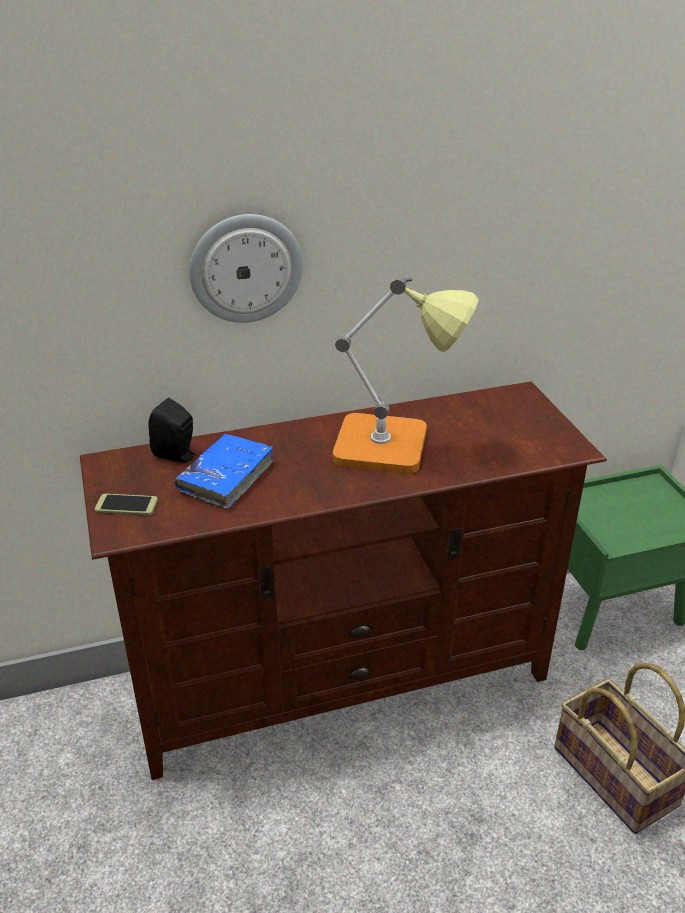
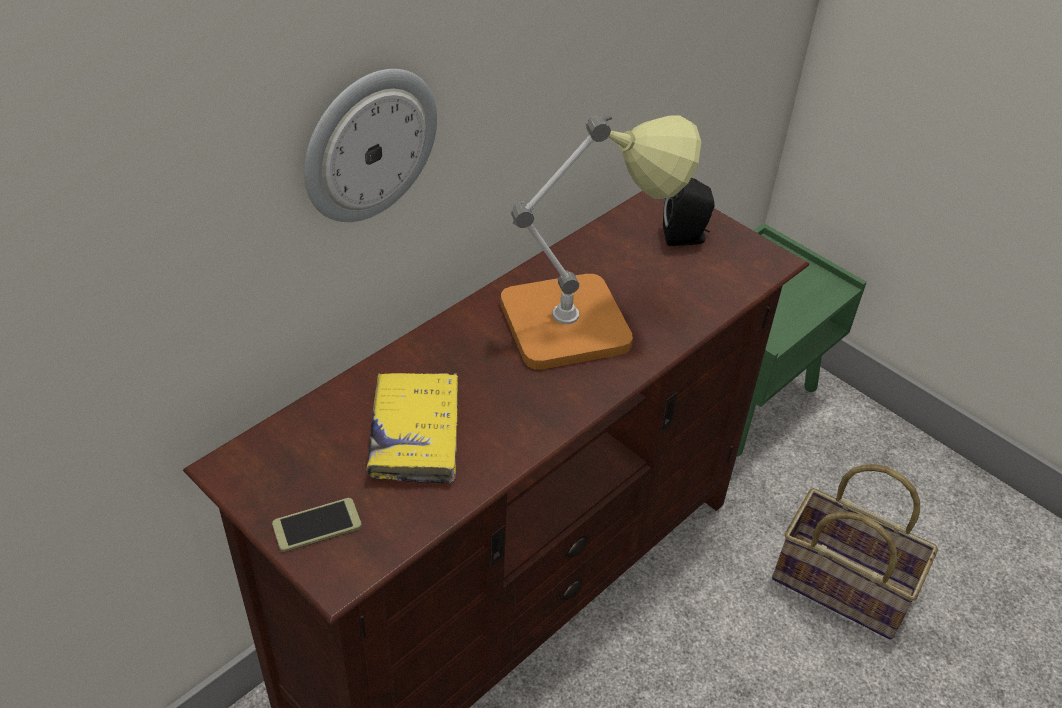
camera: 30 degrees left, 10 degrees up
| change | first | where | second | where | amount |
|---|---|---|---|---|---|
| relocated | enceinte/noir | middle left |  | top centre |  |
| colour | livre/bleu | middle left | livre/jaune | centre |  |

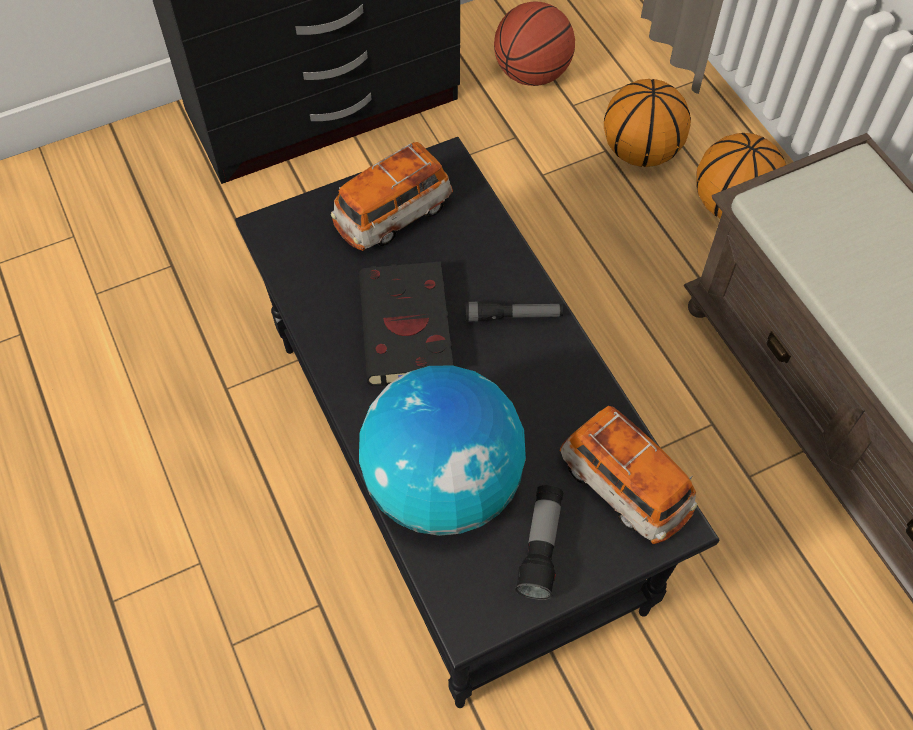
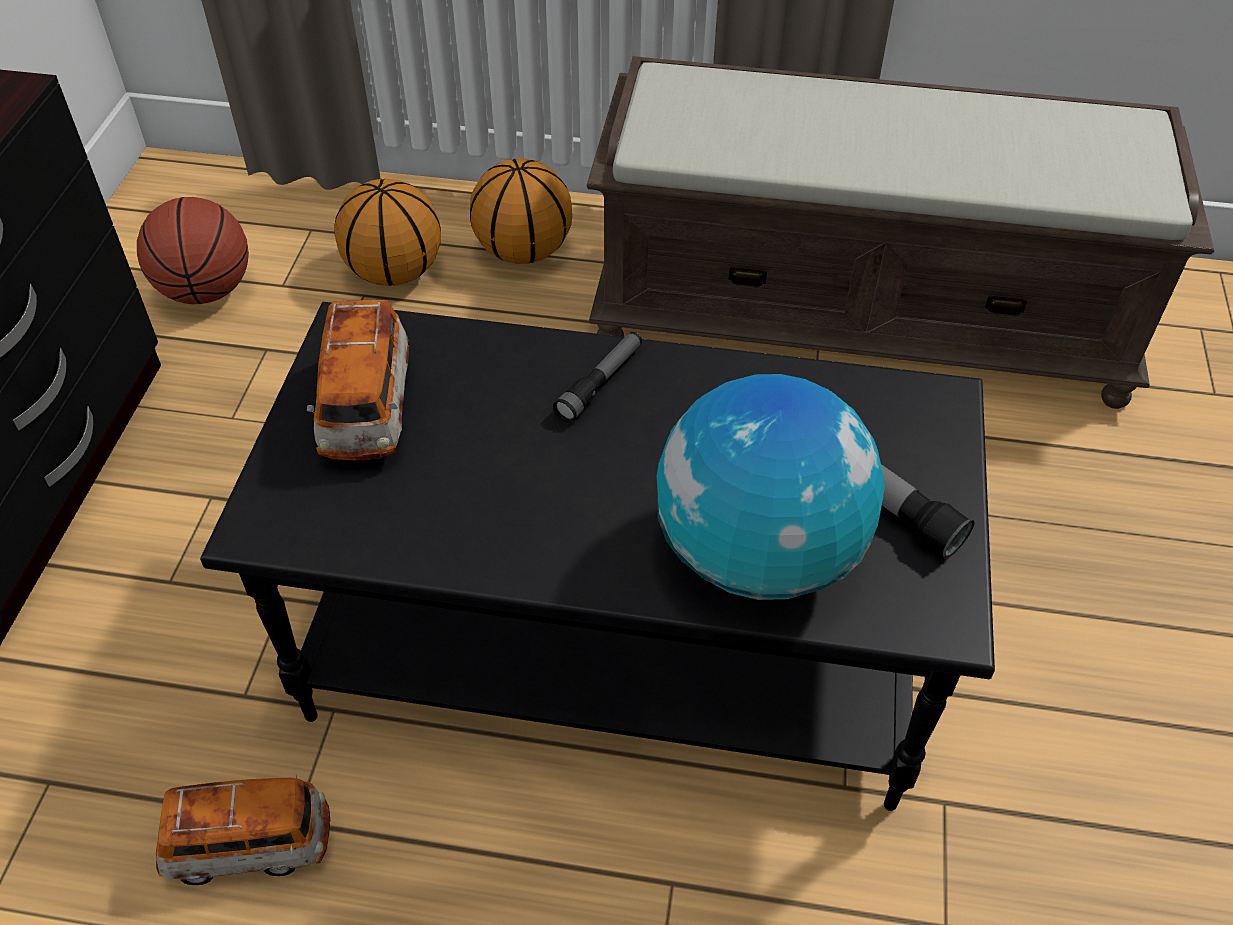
camera: 55 degrees left, 10 degrees down
| change | first | where | second | where | amount |
|---|---|---|---|---|---|
| missing | livre/noir | centre |  |  |  |
| relocated | petite voiture (no. 2 from left in the first image) | middle right | petite voiture (no. 1 from left) | bottom left |  |

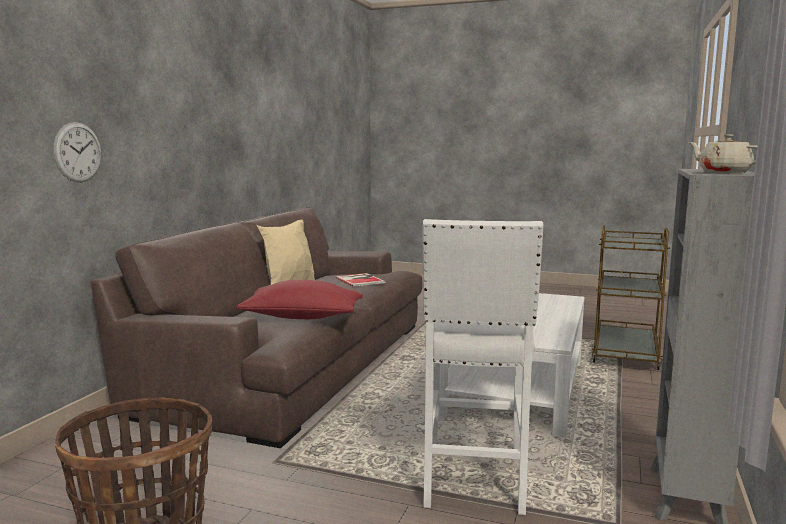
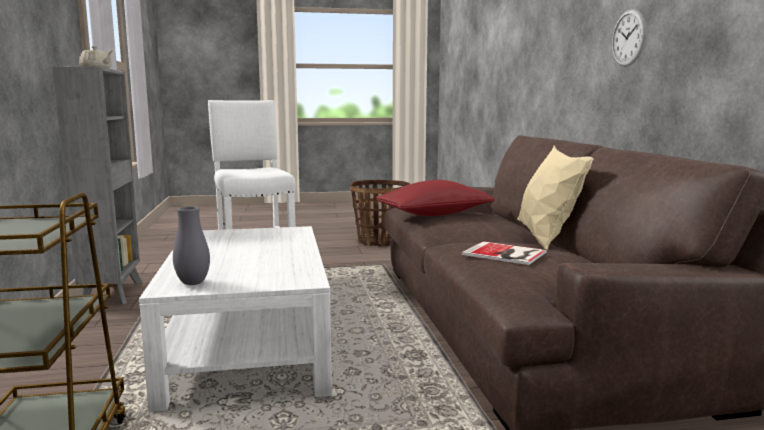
camera: 150 degrees right, 0 degrees up
| change | first | where | second | where | amount |
|---|---|---|---|---|---|
| relocated | horloge murale | top left |  | top right |  |
| appeared |  |  | vase/gris | middle left |  |

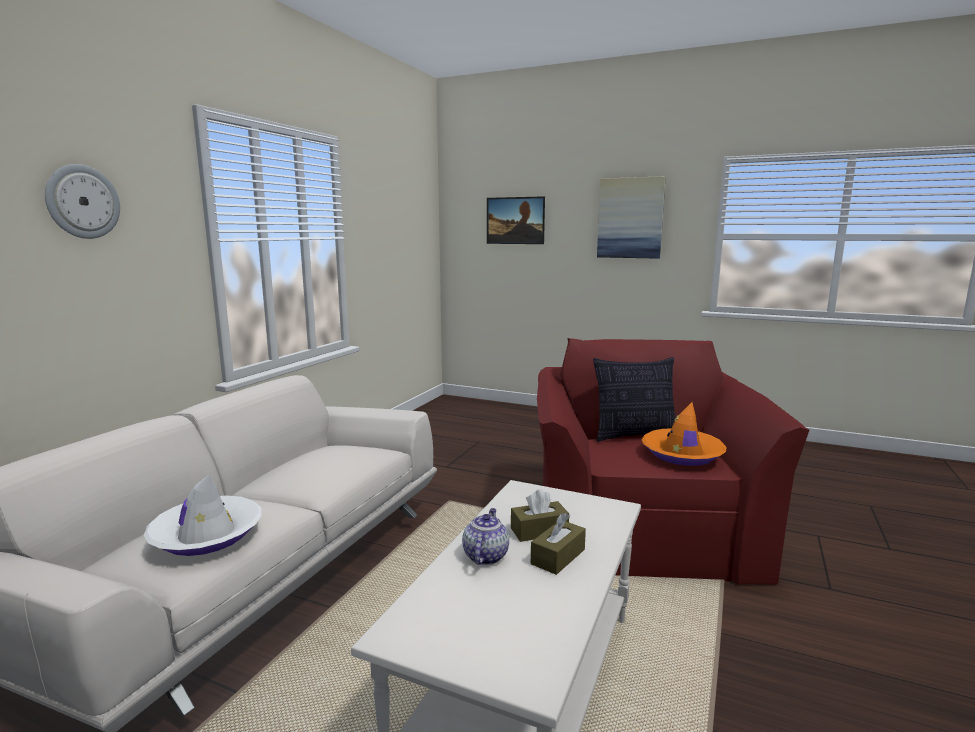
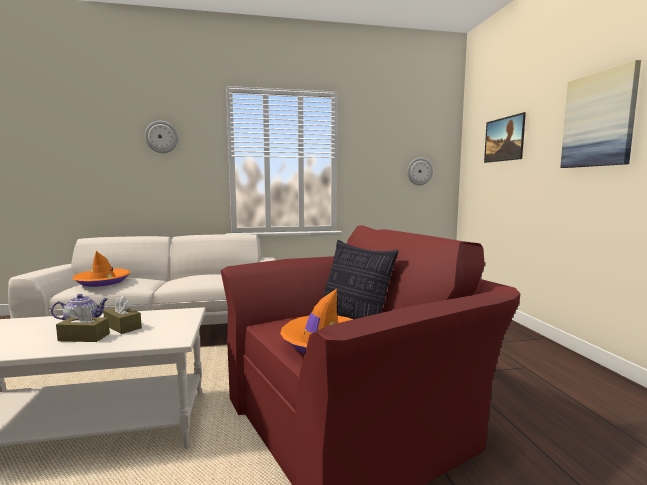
camera: 55 degrees right, 5 degrees down
| change | first | where | second | where | amount |
|---|---|---|---|---|---|
| colour | chapeau/blanc | bottom left | chapeau/orange (no. 1 from left) | middle left |  |
| appeared |  |  | horloge murale (no. 2 from left) | centre |  |

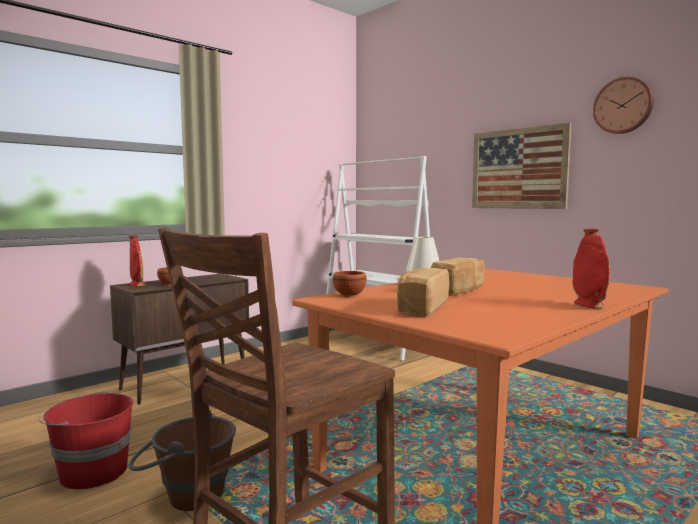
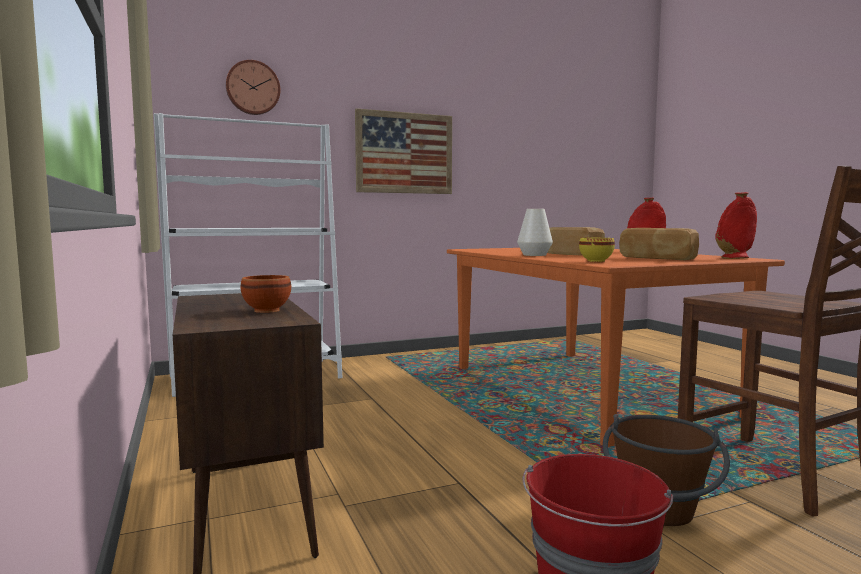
camera: 70 degrees left, 0 degrees up
| change | first | where | second | where | amount |
|---|---|---|---|---|---|
| relocated | horloge murale | top right |  | top left |  |
| relocated | vase/rouge (no. 1 from left in the first image) | middle left | vase/rouge (no. 2 from left) | middle right |  |
| colour | bol/marron (no. 2 from left) | centre | bol/jaune | middle right |  |

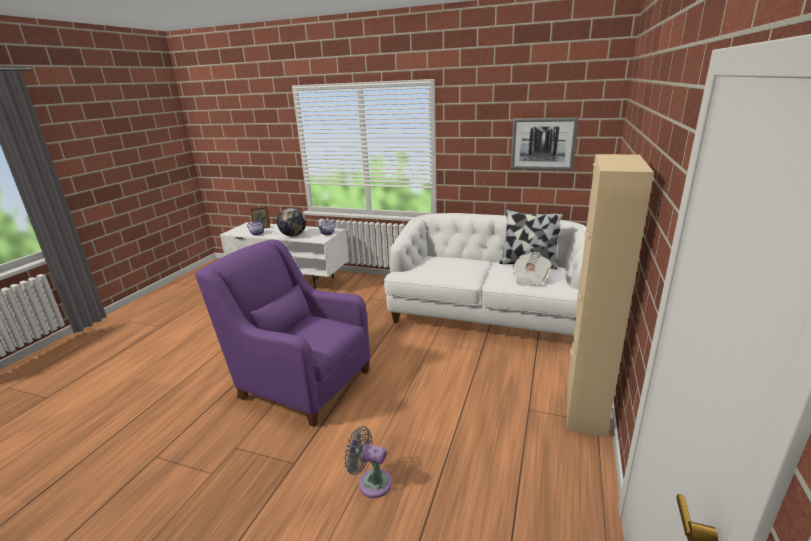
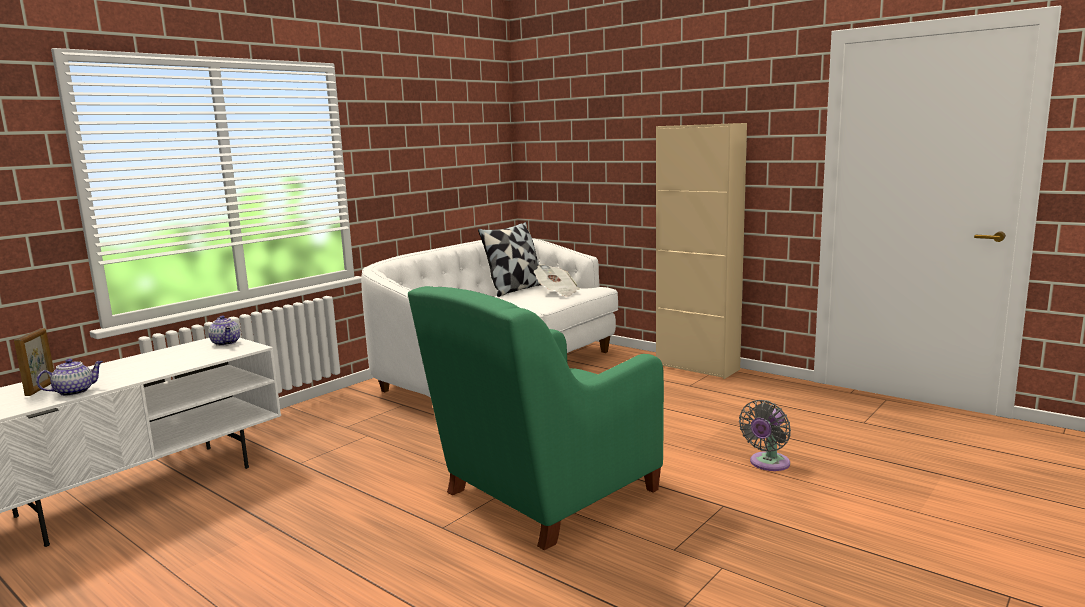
camera: 70 degrees left, 10 degrees down
| change | first | where | second | where | amount |
|---|---|---|---|---|---|
| missing | tableau | top right |  |  |  |
| missing | globe | centre |  |  |  |
| colour | fauteuil/violet | centre | fauteuil/vert | bottom centre |  |

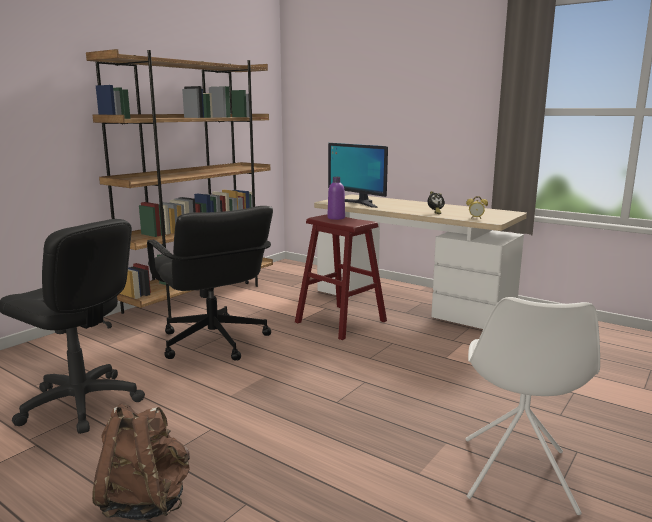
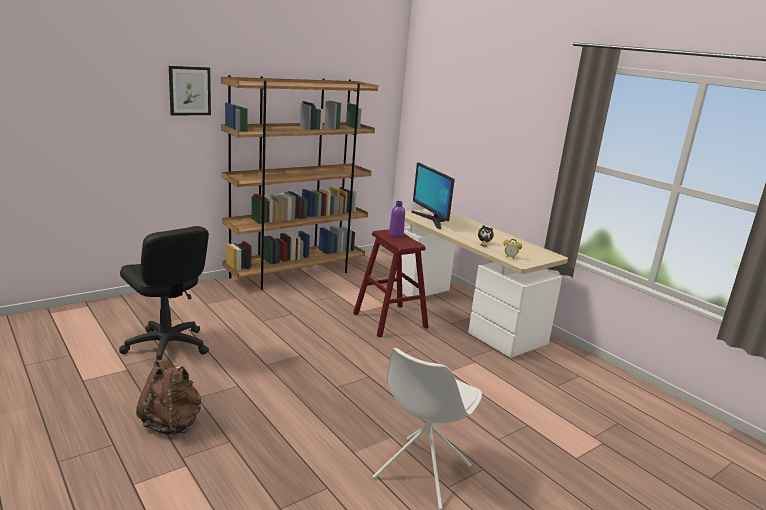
camera: 15 degrees right, 5 degrees up
| change | first | where | second | where | amount |
|---|---|---|---|---|---|
| missing | chaise de bureau/noir (no. 2 from left) | middle left |  |  |  |
| appeared |  |  | tableau | top left |  |

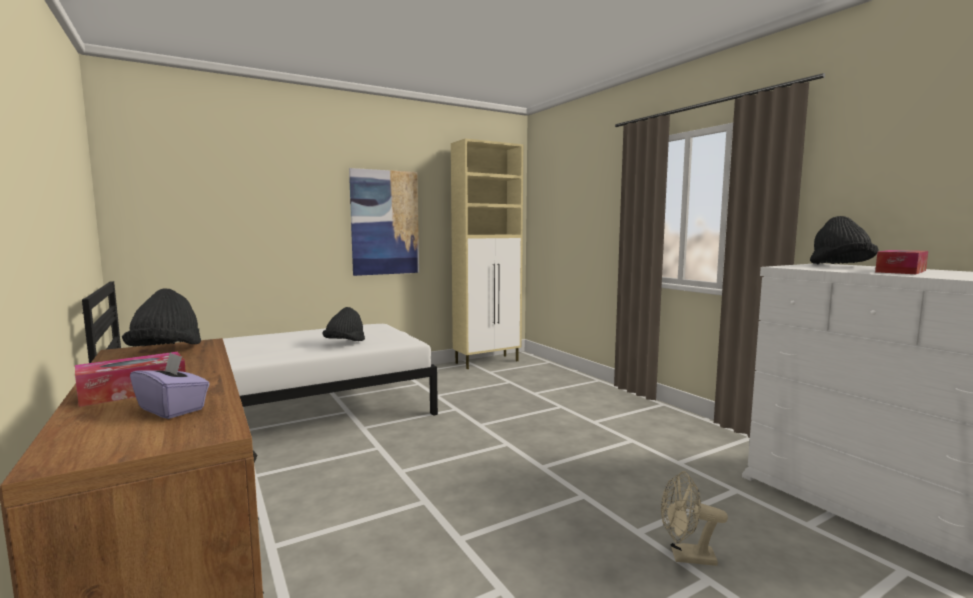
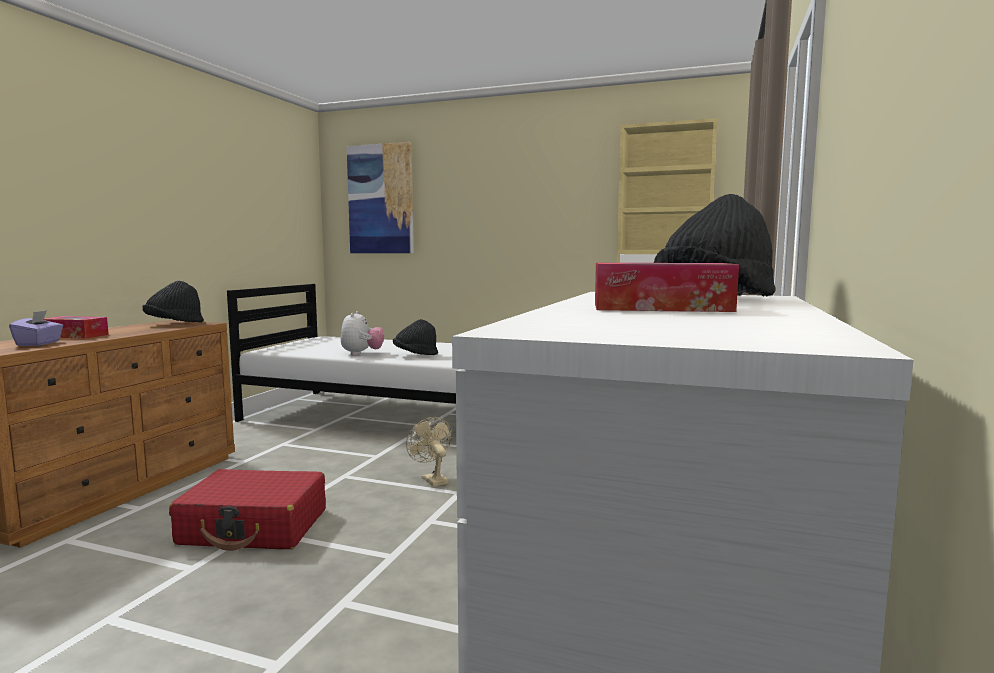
camera: 50 degrees right, 0 degrees up
| change | first | where | second | where | amount |
|---|---|---|---|---|---|
| relocated | tableau | centre |  | top centre |  |
| relocated | ventilateur/beige | bottom right |  | bottom centre |  |
| appeared |  |  | peluche | centre |  |
| appeared |  |  | valise/rouge | bottom left |  |

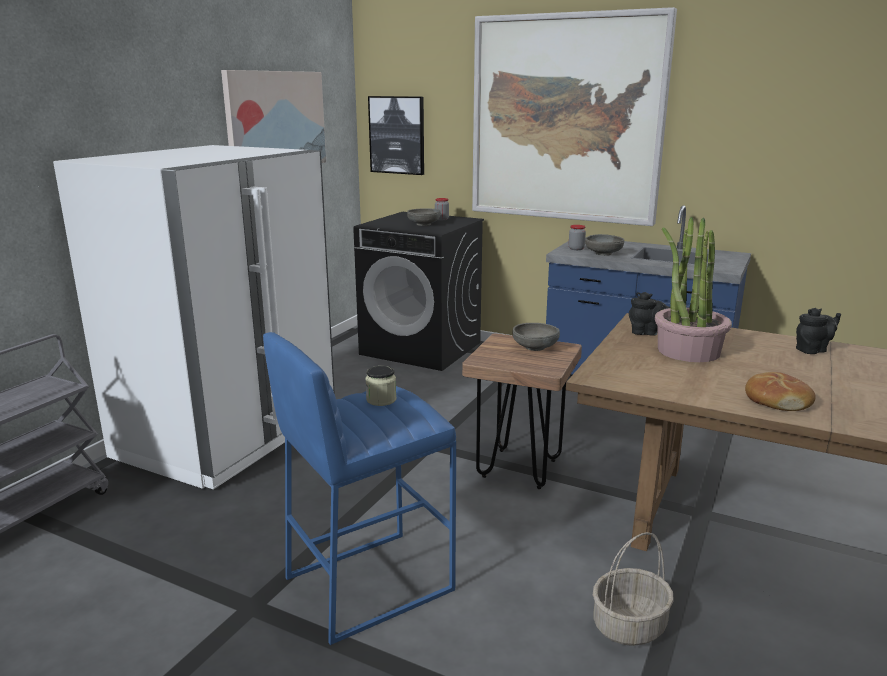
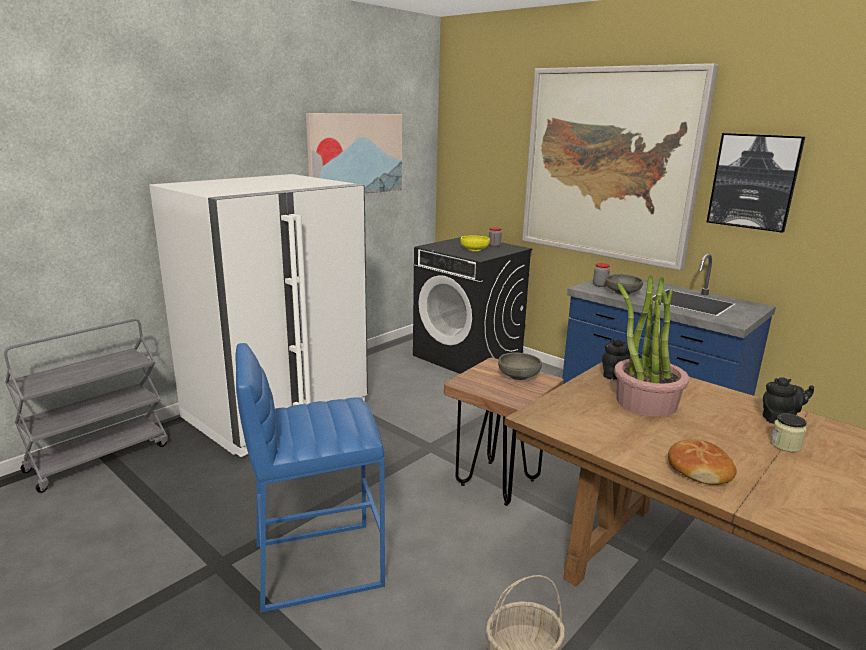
camera: 15 degrees right, 0 degrees up
| change | first | where | second | where | amount |
|---|---|---|---|---|---|
| relocated | tableau (no. 2 from left in the first image) | top centre | tableau (no. 3 from left) | top right |  |
| colour | bol/gris (no. 1 from left) | top centre | bol/jaune | centre |  |
| relocated | bocal (no. 1 from left in the first image) | centre | bocal (no. 3 from left) | middle right |  |

